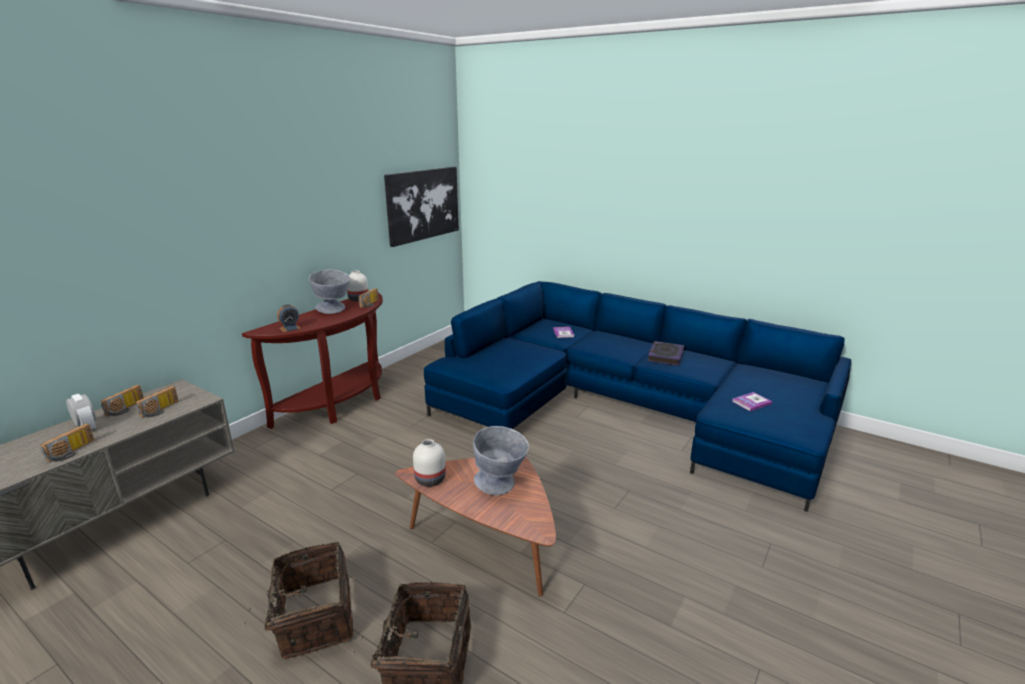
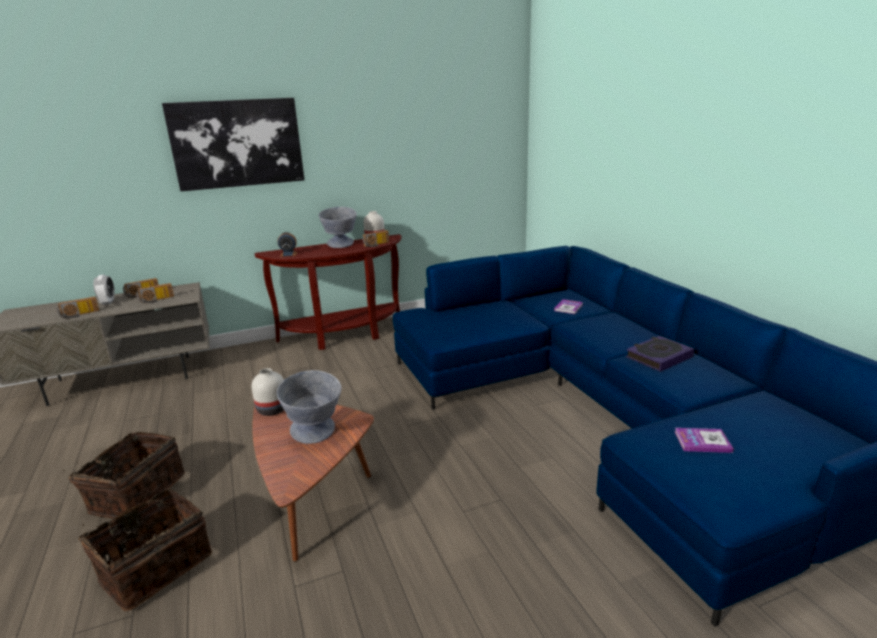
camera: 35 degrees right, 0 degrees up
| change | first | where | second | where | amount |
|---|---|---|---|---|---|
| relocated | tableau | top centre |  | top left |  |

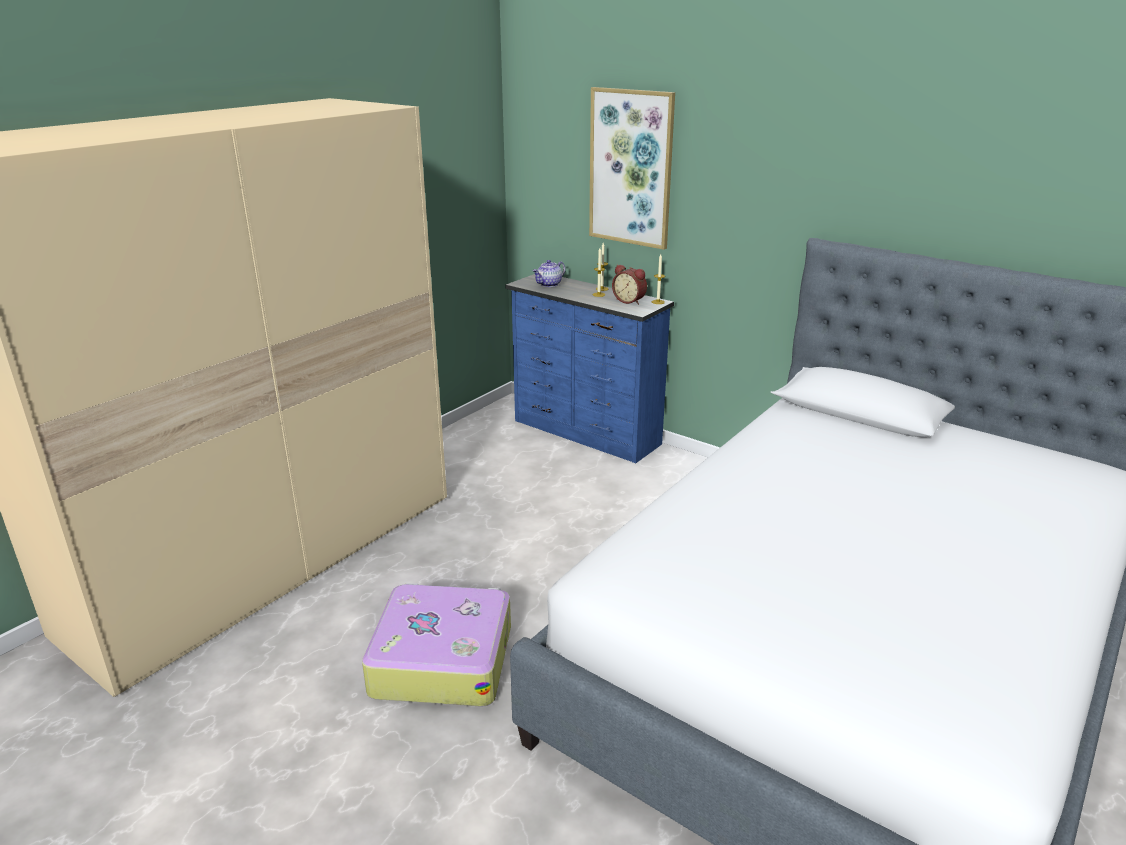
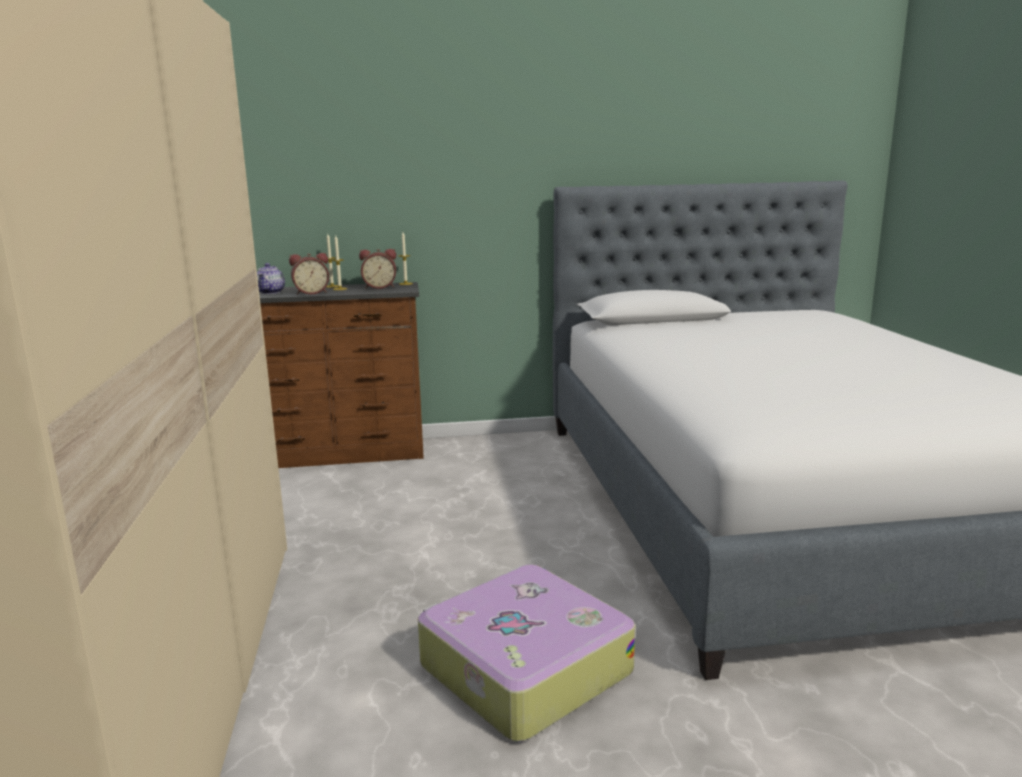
camera: 45 degrees left, 10 degrees down
| change | first | where | second | where | amount |
|---|---|---|---|---|---|
| missing | tableau | top centre |  |  |  |
| colour | commode/bleu | centre | commode/marron | centre |  |
| appeared |  |  | réveil (no. 1 from left) | middle left |  |

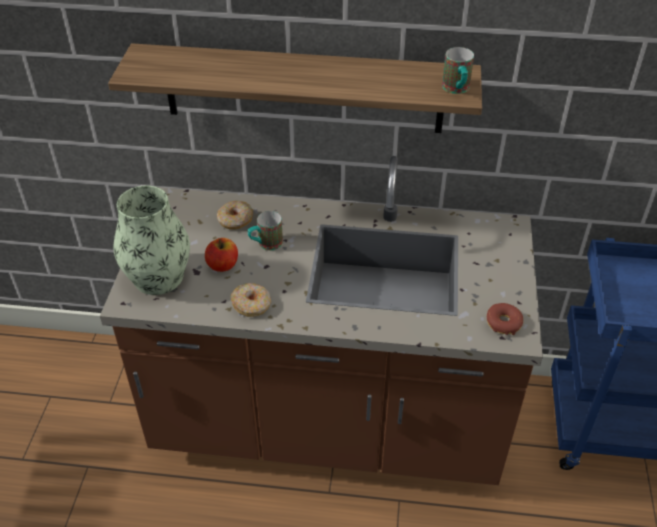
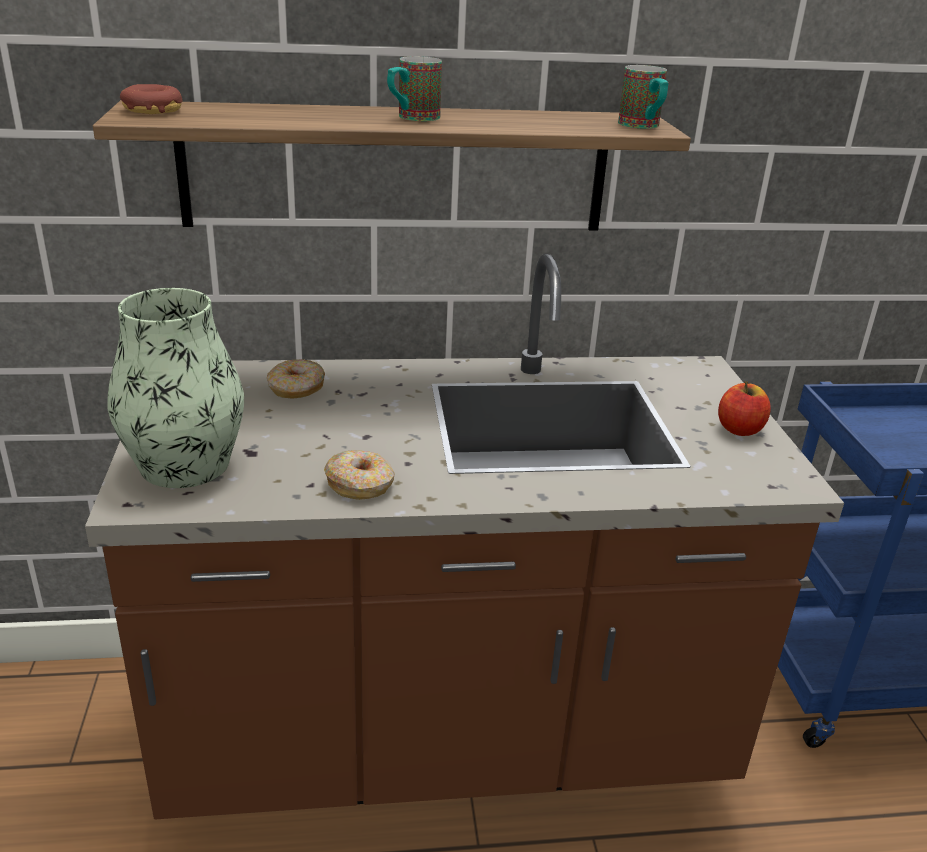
camera: 15 degrees left, 15 degrees down
| change | first | where | second | where | amount |
|---|---|---|---|---|---|
| relocated | mug (no. 1 from left) | centre |  | top centre |  |
| relocated | pomme | centre |  | middle right |  |
| relocated | beignet (no. 3 from left in the first image) | middle right | beignet (no. 1 from left) | top left |  |

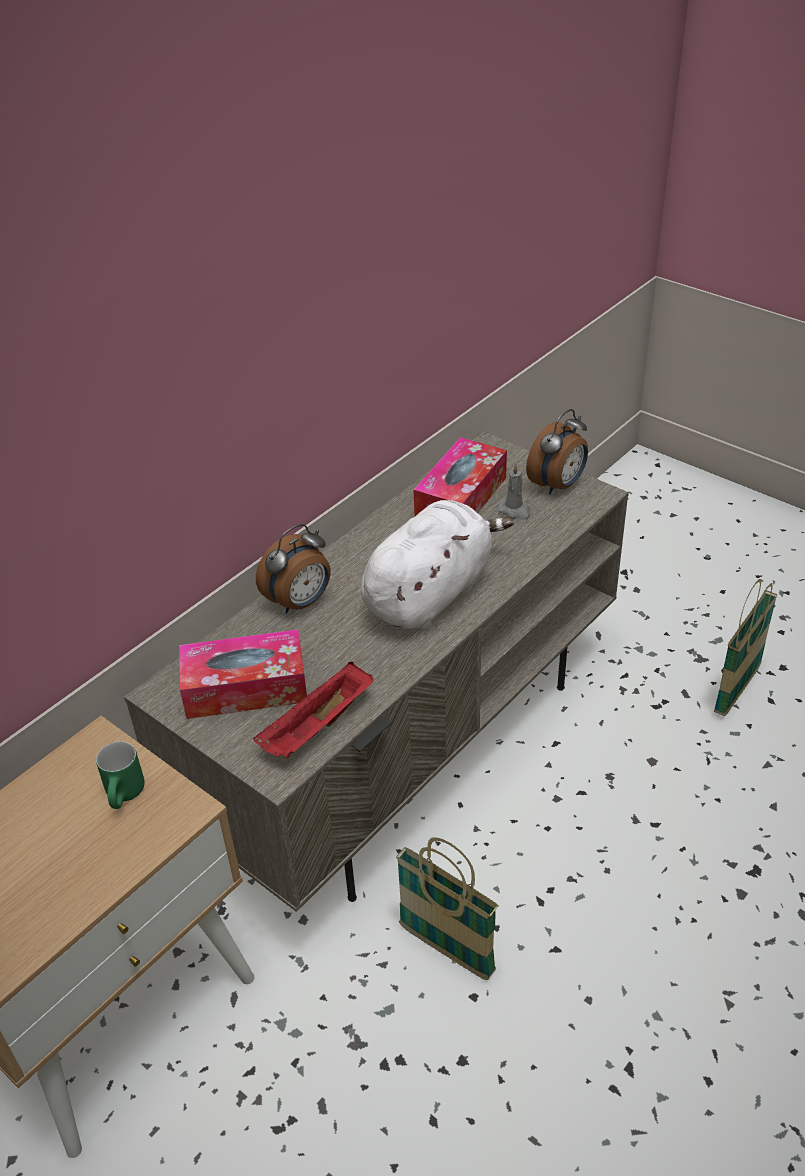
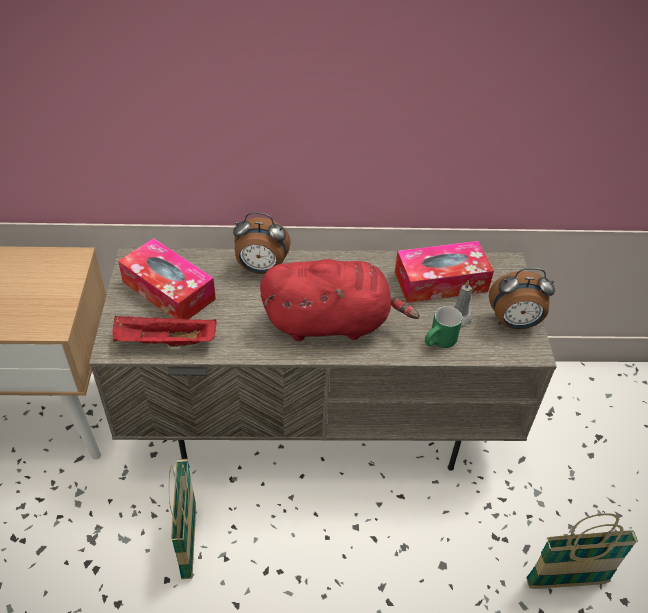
camera: 45 degrees right, 5 degrees up
| change | first | where | second | where | amount |
|---|---|---|---|---|---|
| colour | peluche/blanc | centre | peluche/rouge | centre |  |
| relocated | mug/vert | middle left |  | middle right |  |

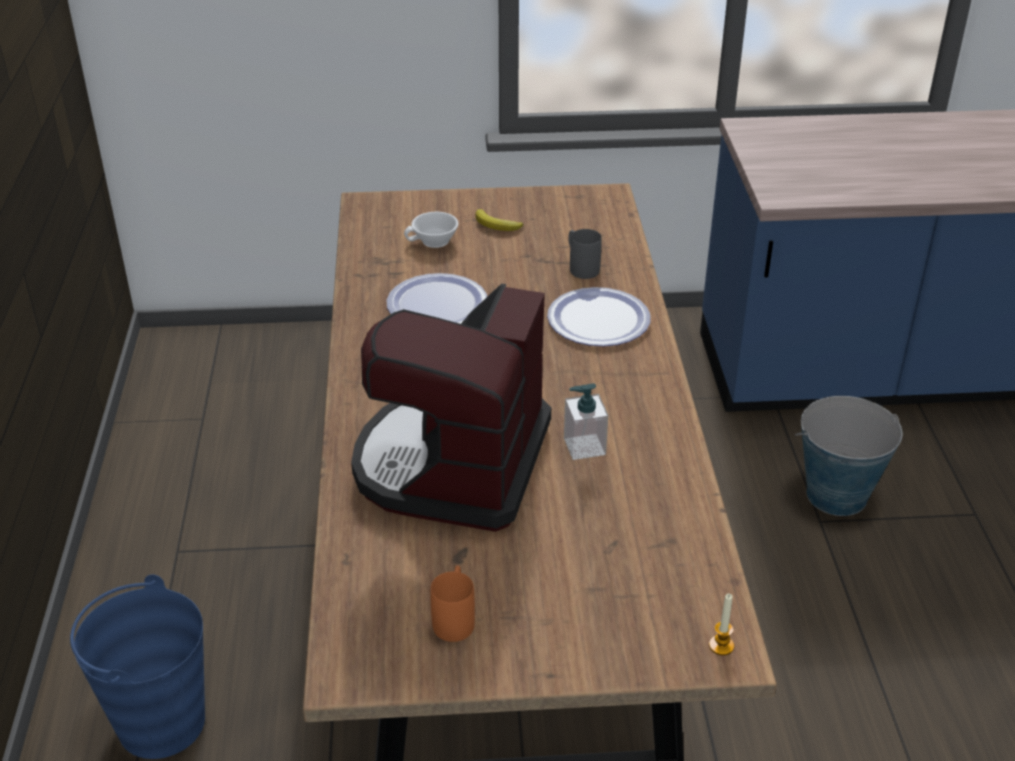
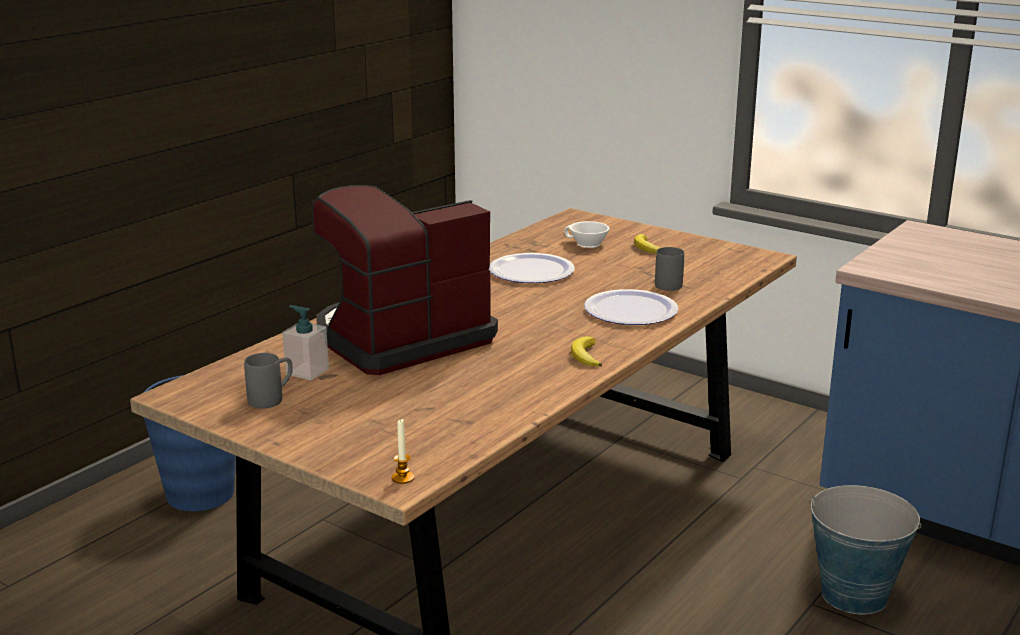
camera: 40 degrees right, 15 degrees down
| change | first | where | second | where | amount |
|---|---|---|---|---|---|
| relocated | distributeur de savon | centre |  | middle left |  |
| colour | mug/orange | bottom centre | mug/gris (no. 1 from left) | middle left |  |
| appeared |  |  | banane (no. 1 from left) | centre |  |

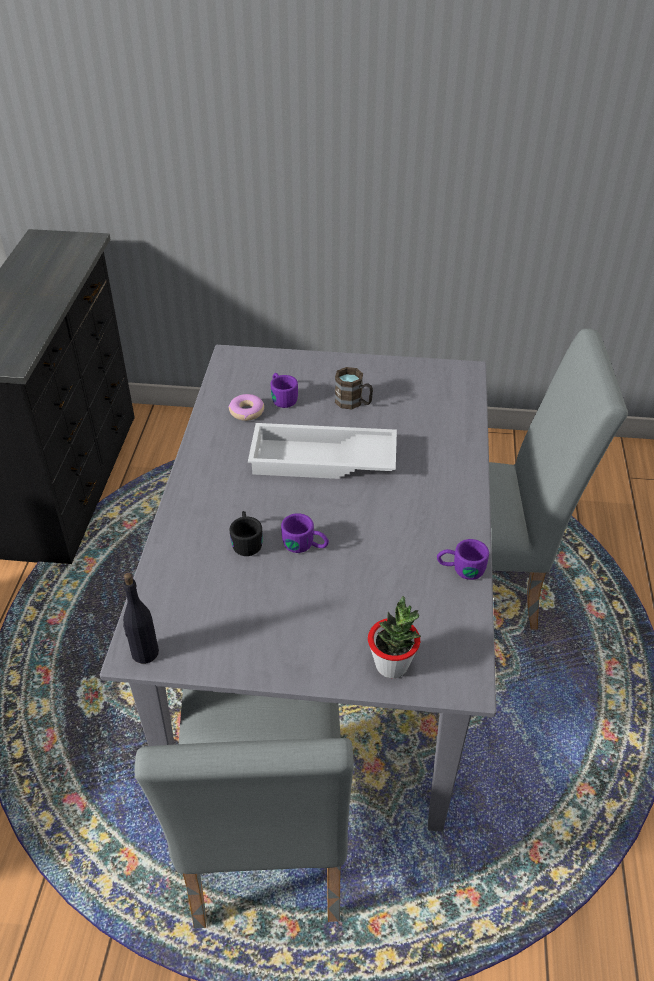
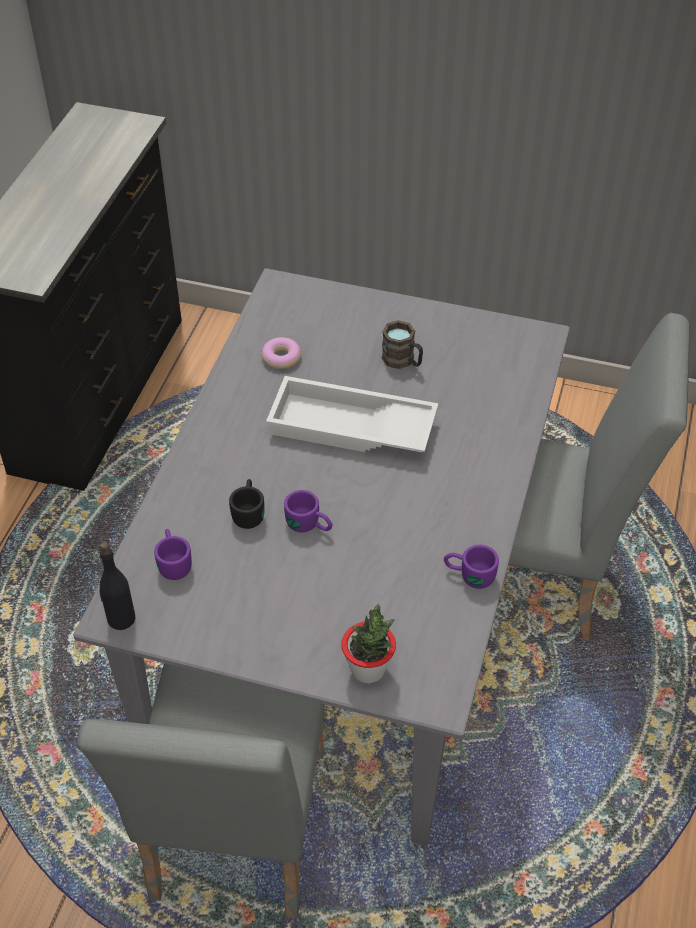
camera: 10 degrees right, 5 degrees up
| change | first | where | second | where | amount |
|---|---|---|---|---|---|
| relocated | mug/violet (no. 1 from left) | centre |  | middle left |  |

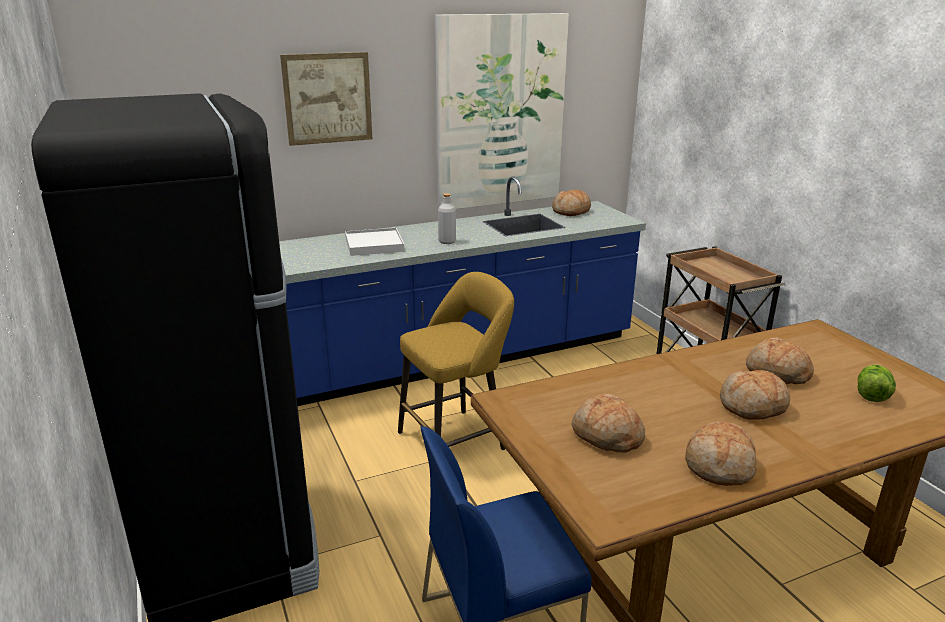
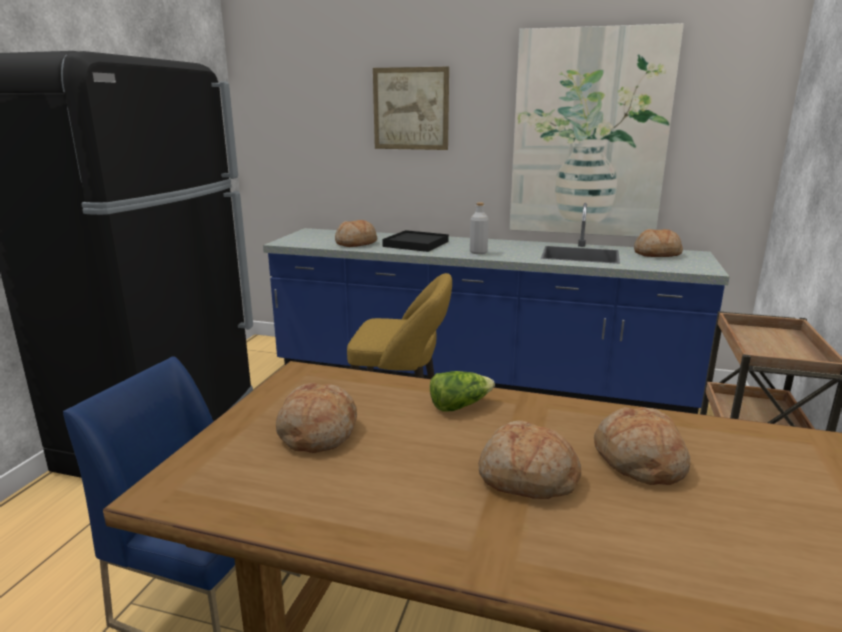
camera: 40 degrees right, 5 degrees down
| change | first | where | second | where | amount |
|---|---|---|---|---|---|
| colour | plateau/blanc | centre | plateau/noir | centre |  |
| relocated | laitue | middle right |  | centre |  |
| relocated | pain (no. 3 from left in the first image) | bottom right | pain (no. 2 from left) | centre |  |

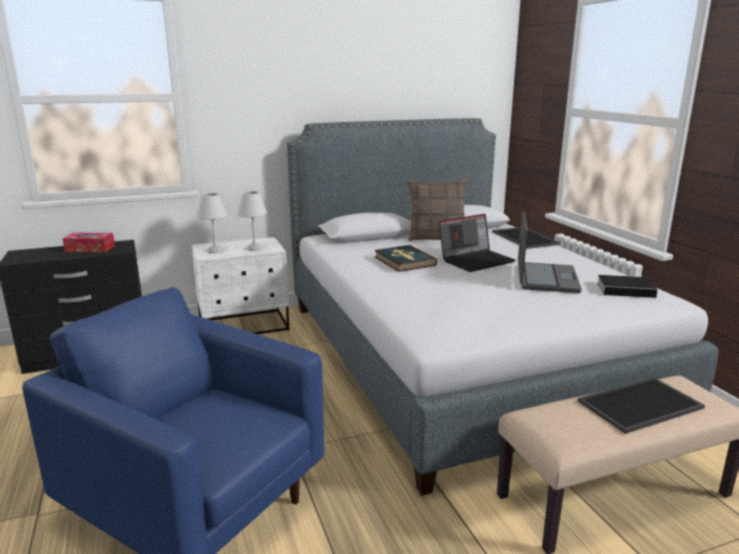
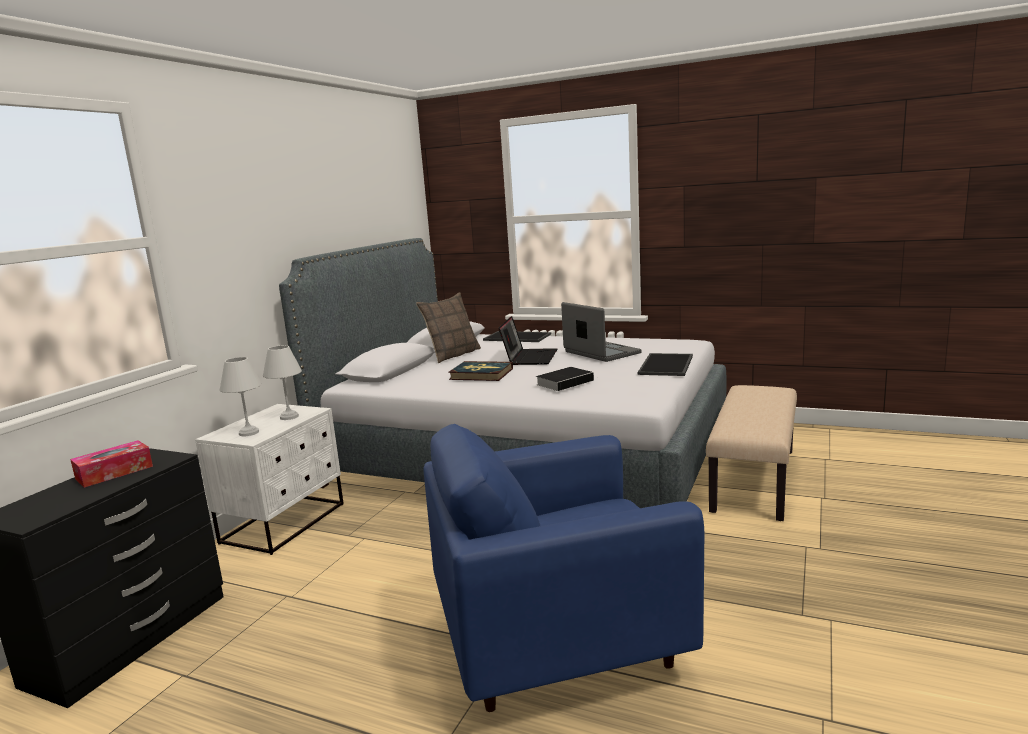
camera: 45 degrees left, 5 degrees down
| change | first | where | second | where | amount |
|---|---|---|---|---|---|
| relocated | livre (no. 2 from left) | middle right |  | centre |  |
| relocated | plateau (no. 2 from left) | bottom right |  | centre |  |

